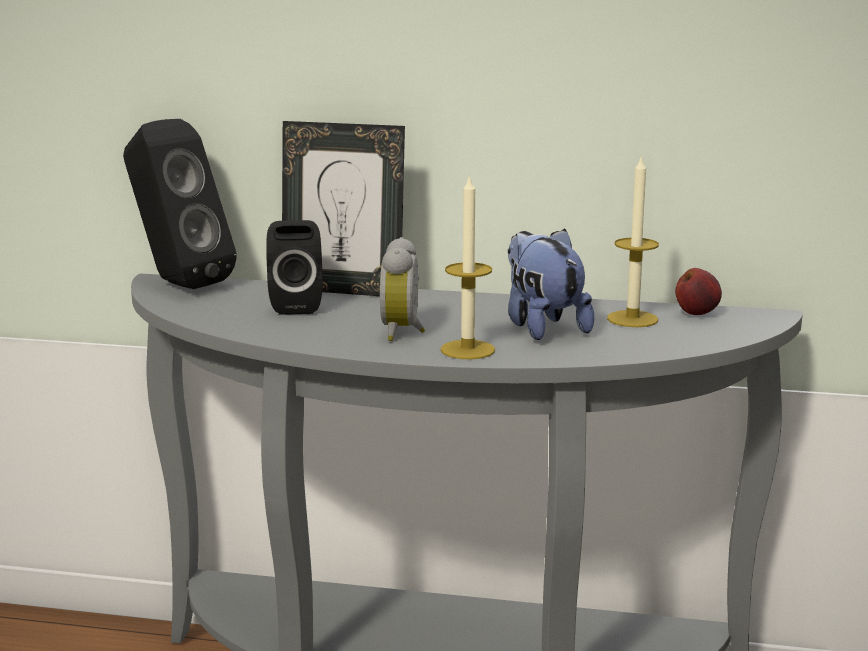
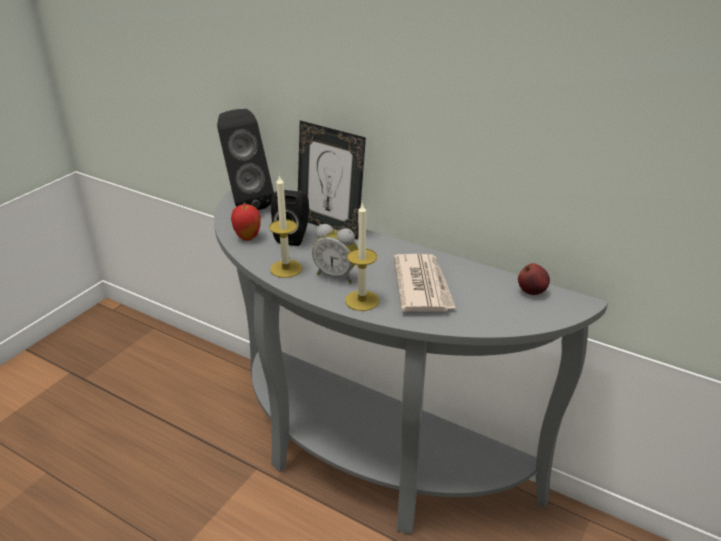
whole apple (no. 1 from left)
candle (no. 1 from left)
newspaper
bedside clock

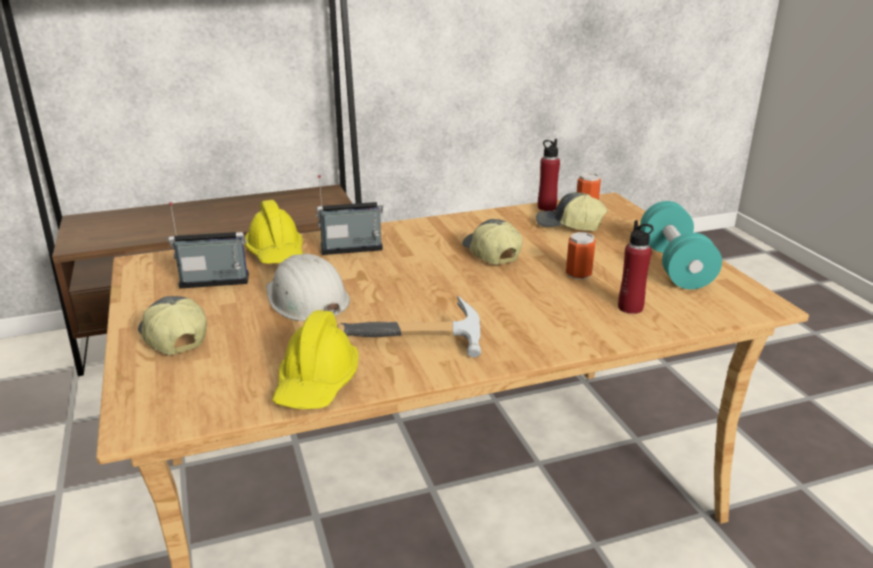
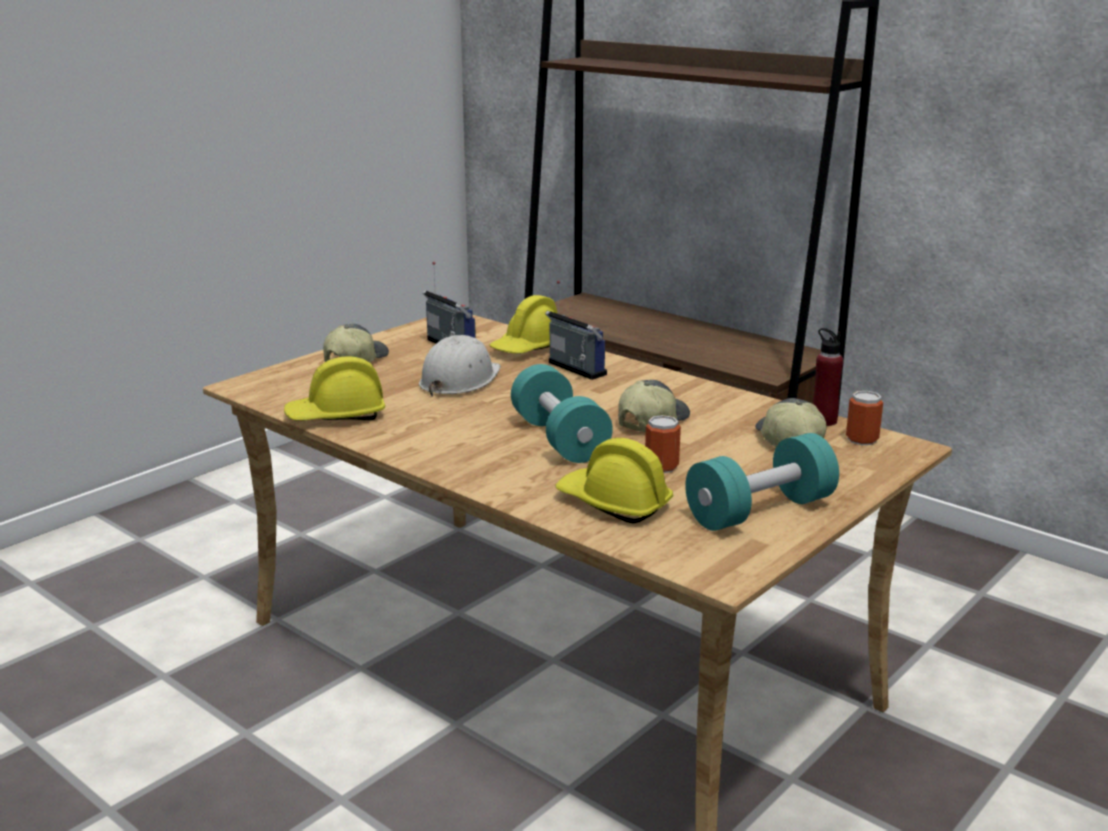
hand hammer
turquoise free weight (no. 1 from left)
yellowish work helmet (no. 3 from left)

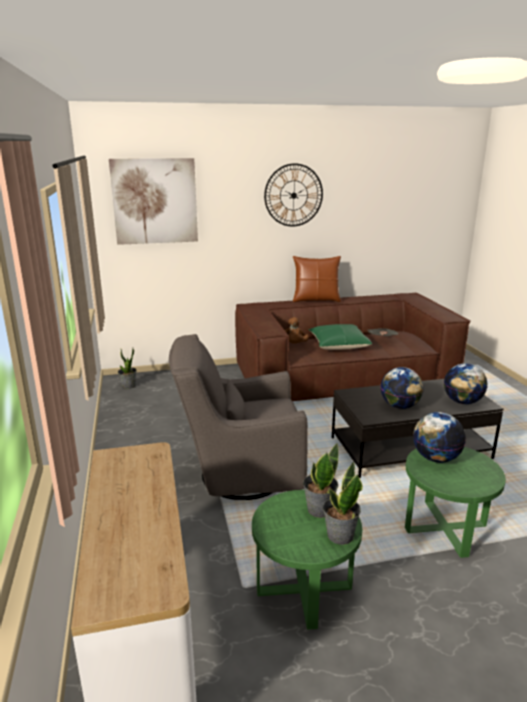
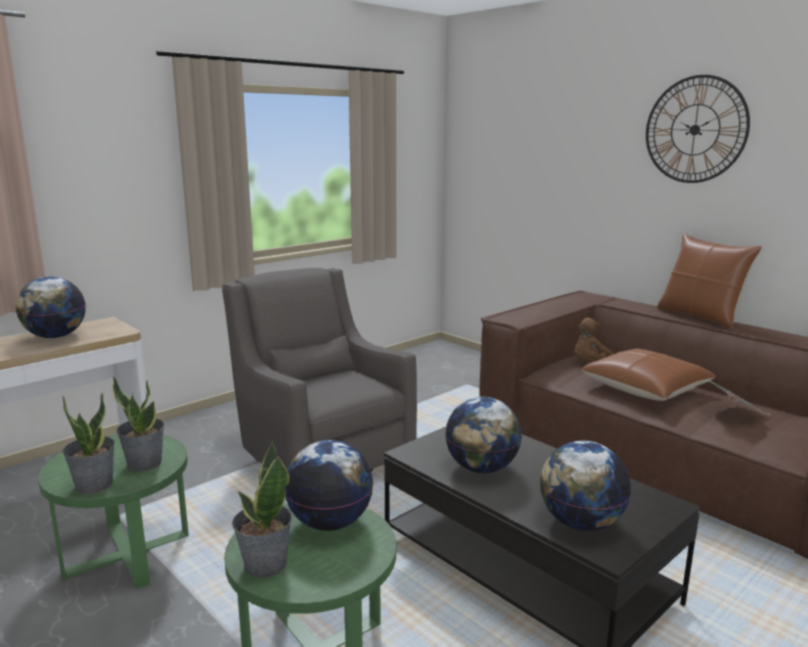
wall art
globe (no. 1 from left)
plant in a pot (no. 3 from left)
brown cushion (no. 1 from left)

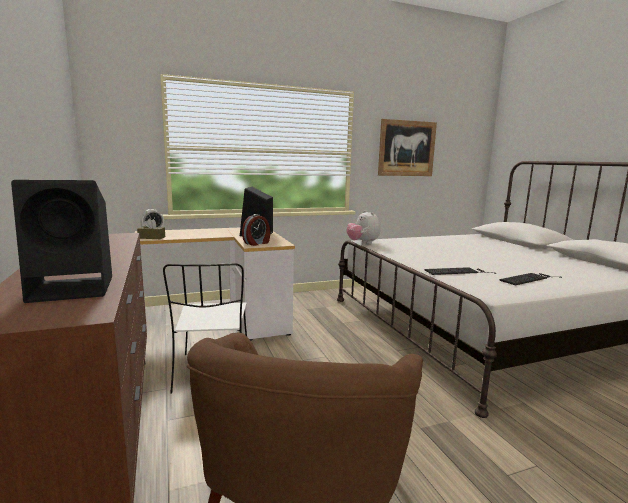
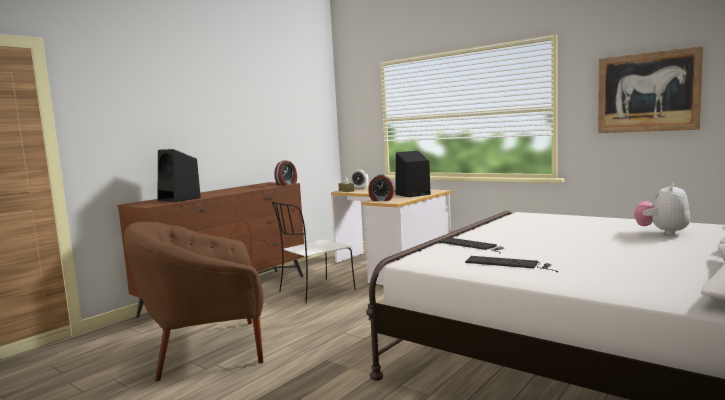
bedside clock (no. 1 from left)
cuddly toy

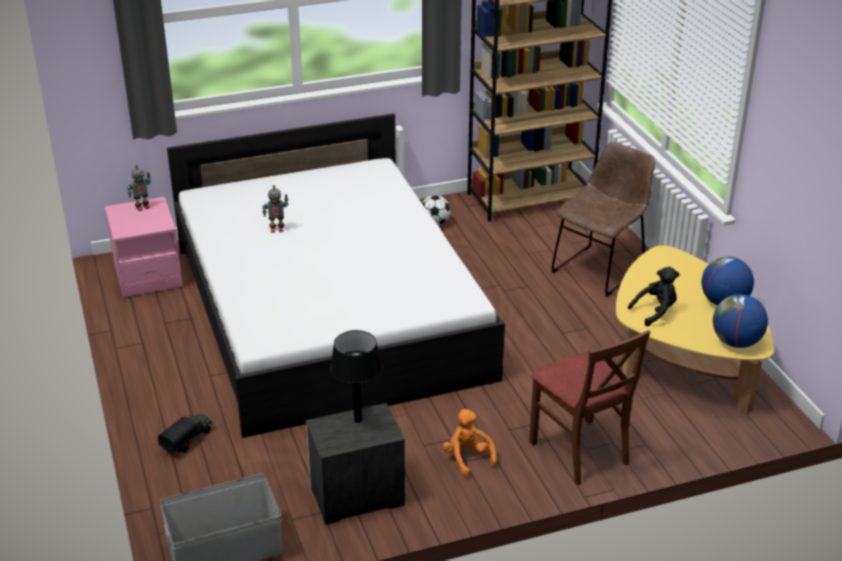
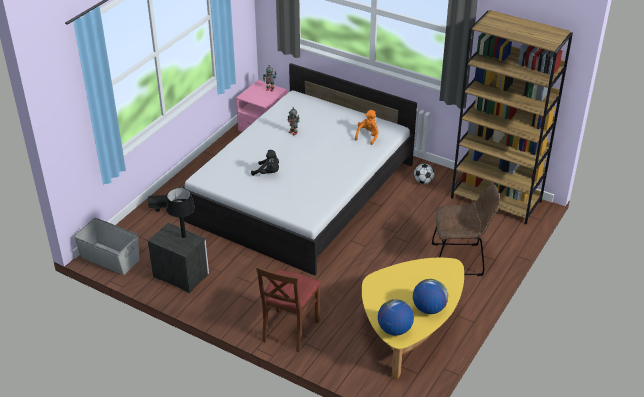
orangey cuddly toy
black-coloured cuddly toy

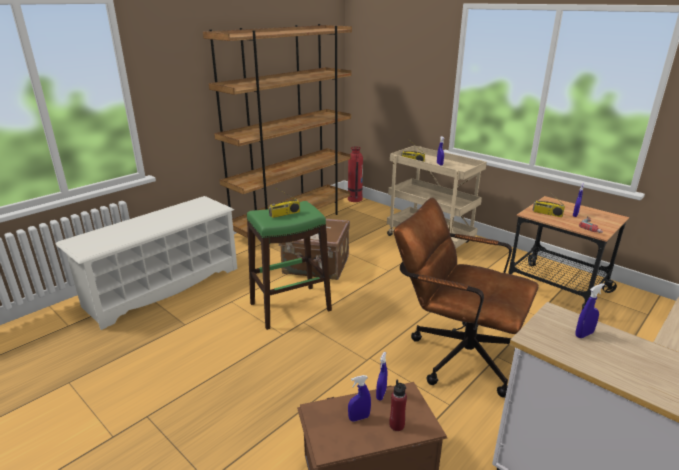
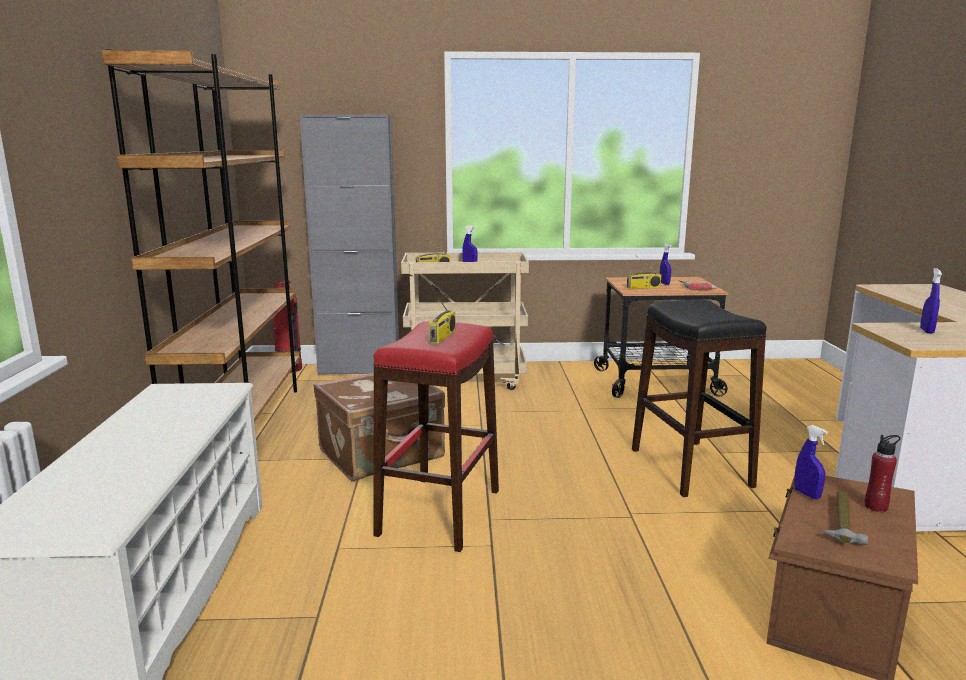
grey cupboard
hand hammer
black-coloured stool
reddish stool

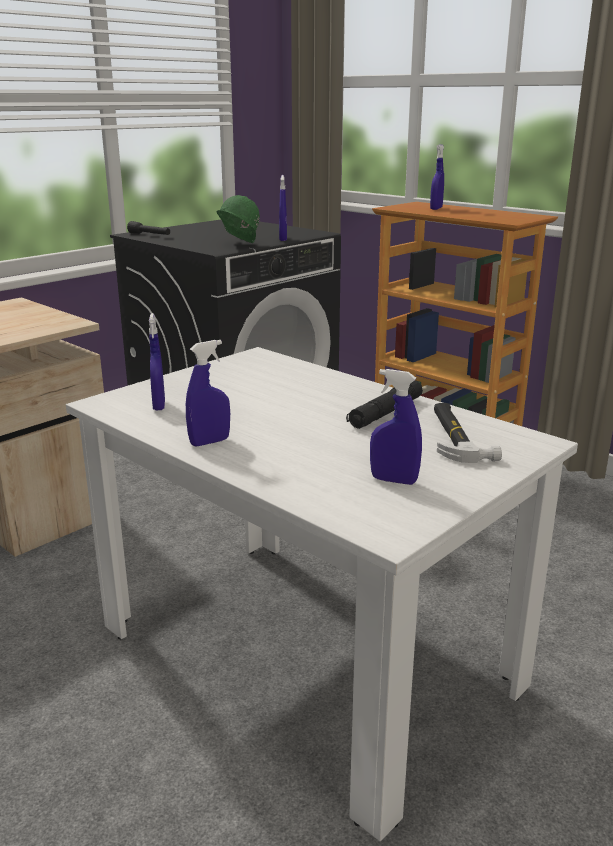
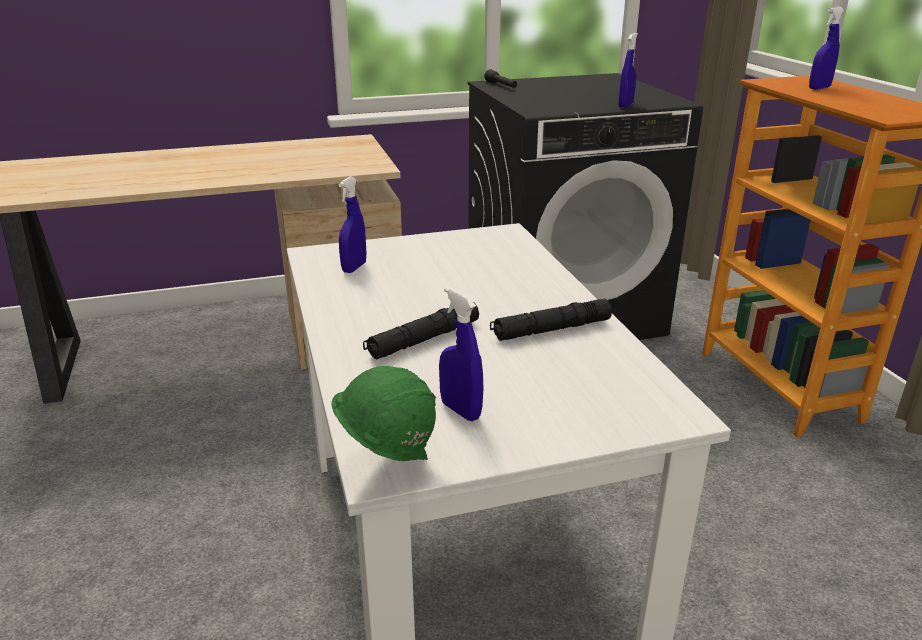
blue-coloured spray bottle (no. 2 from left in the first image)
hand hammer
black-coloured torch (no. 1 from left)
greenish work helmet

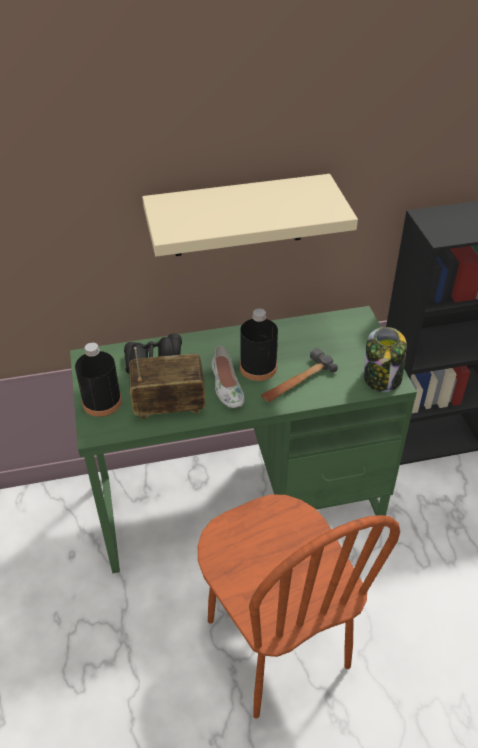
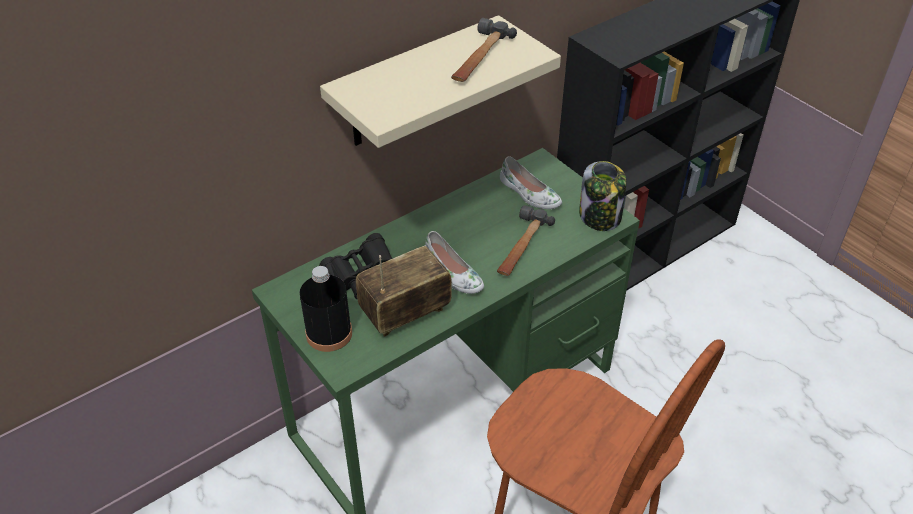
black-coloured drink bottle (no. 2 from left in the first image)
hand hammer (no. 1 from left)
white-coloured shoe (no. 2 from left)

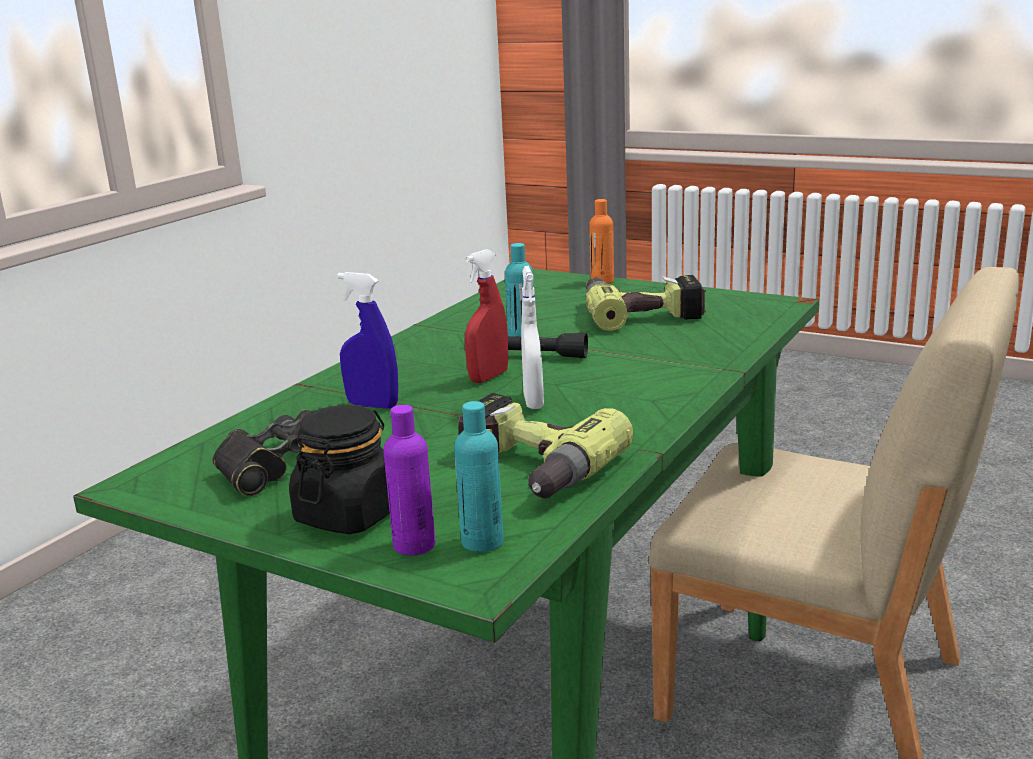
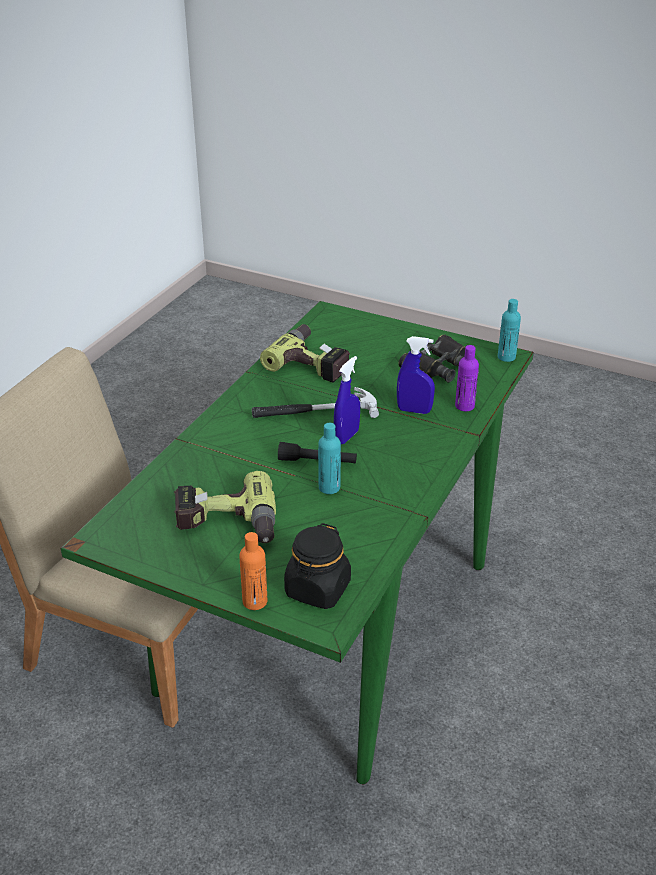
black-coloured storage jar
purple-coloured drink bottle
turquoise drink bottle (no. 2 from left)
hand hammer
blue-coloured spray bottle (no. 1 from left)

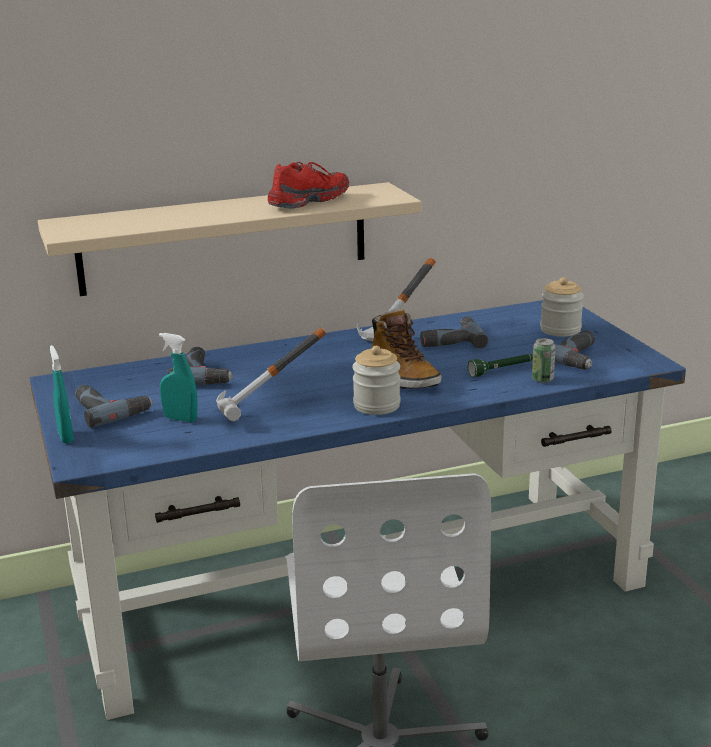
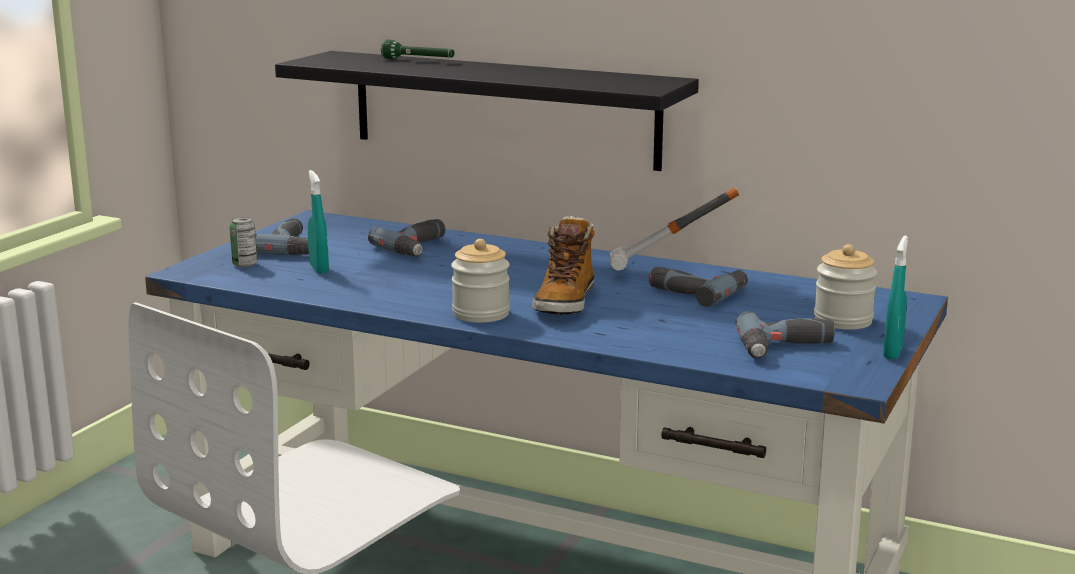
hand hammer (no. 1 from left in the first image)
reddish shoe
turquoise spray bottle (no. 2 from left)
greenish torch
metal can
black-coloured wall shelf

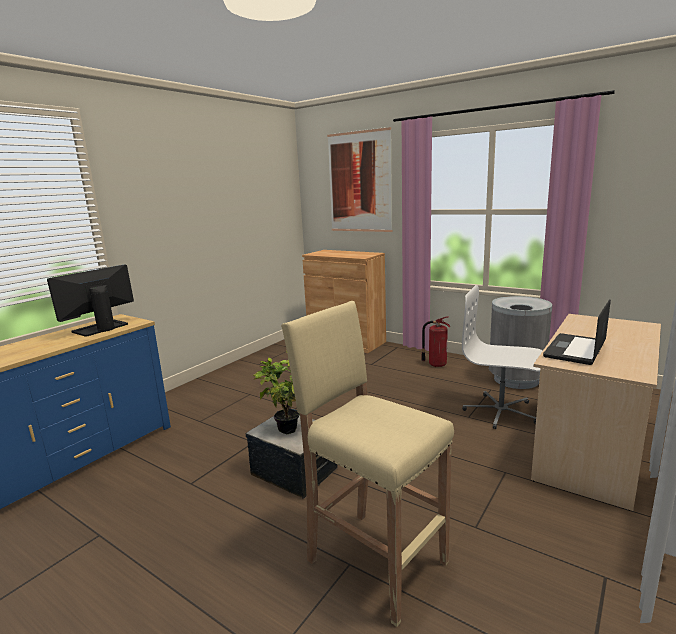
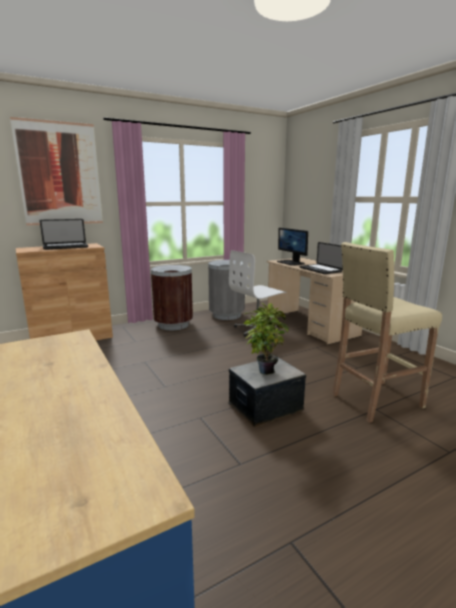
notebook computer (no. 1 from left)
computer screen
brown waste bin

